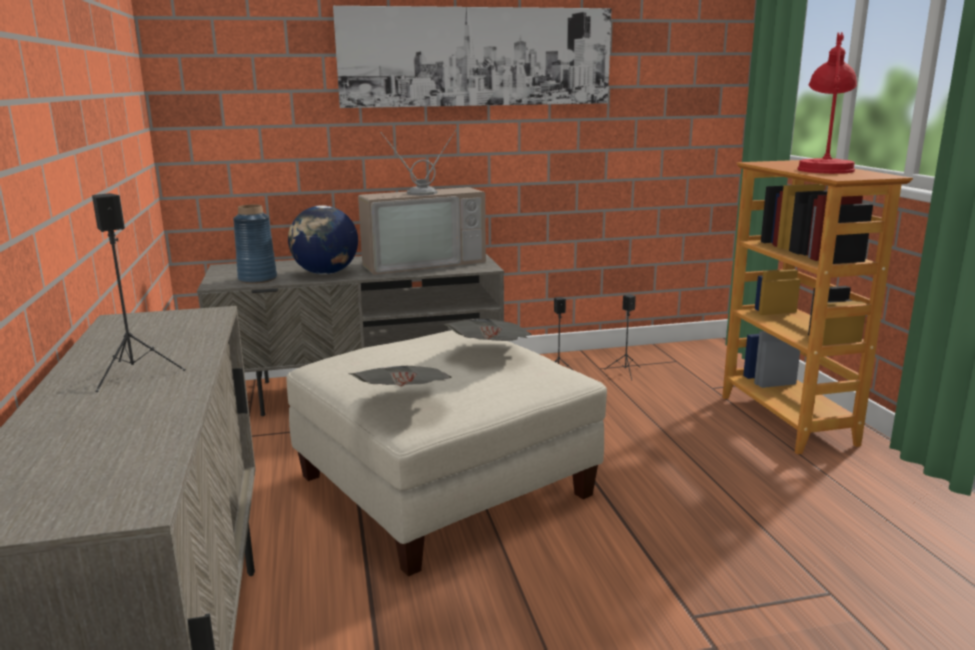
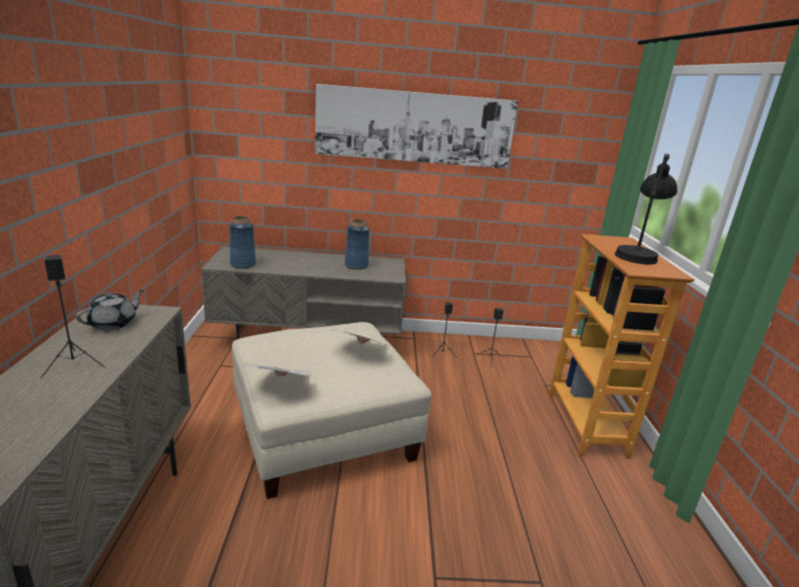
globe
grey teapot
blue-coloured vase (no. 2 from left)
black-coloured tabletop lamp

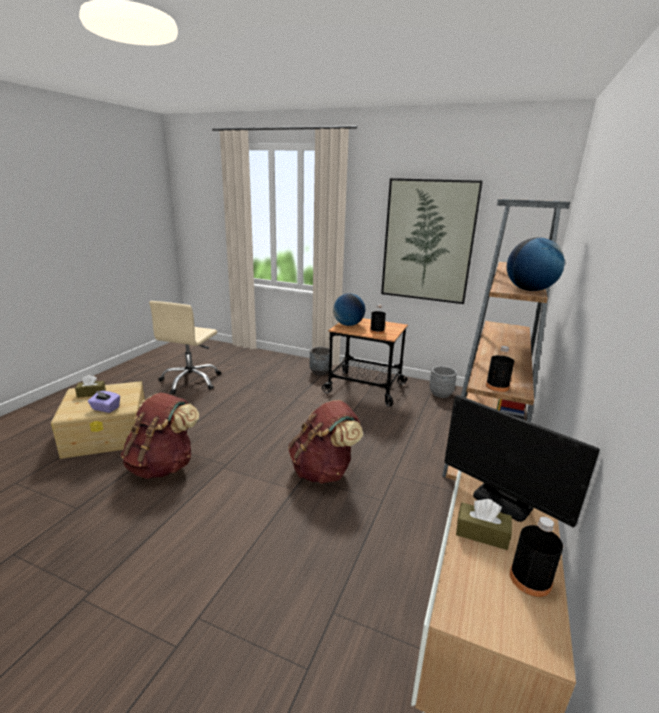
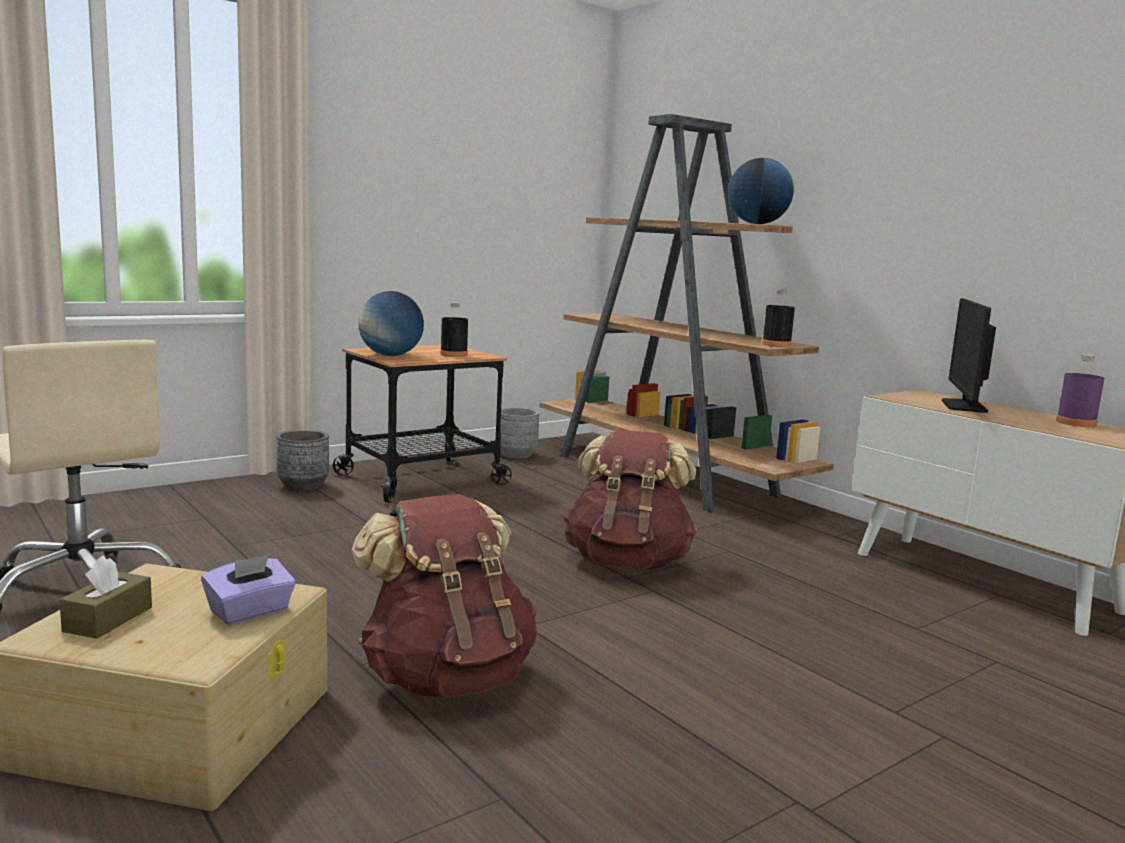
wall art
brown tissue holder (no. 2 from left in the first image)
purple-coloured drink bottle
computer screen

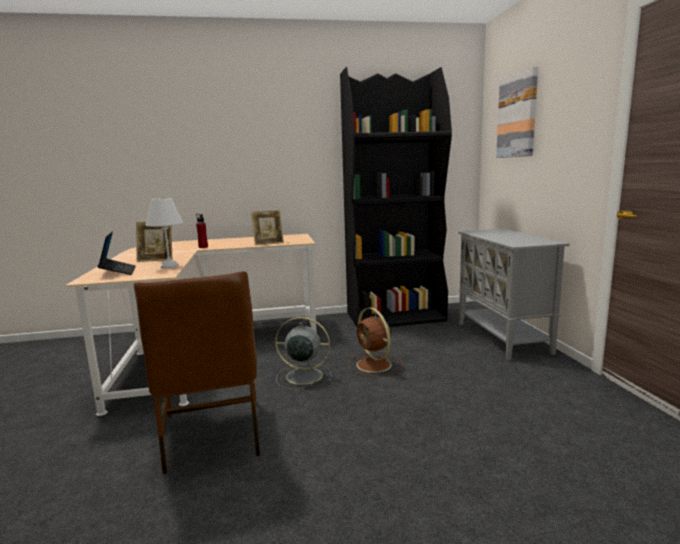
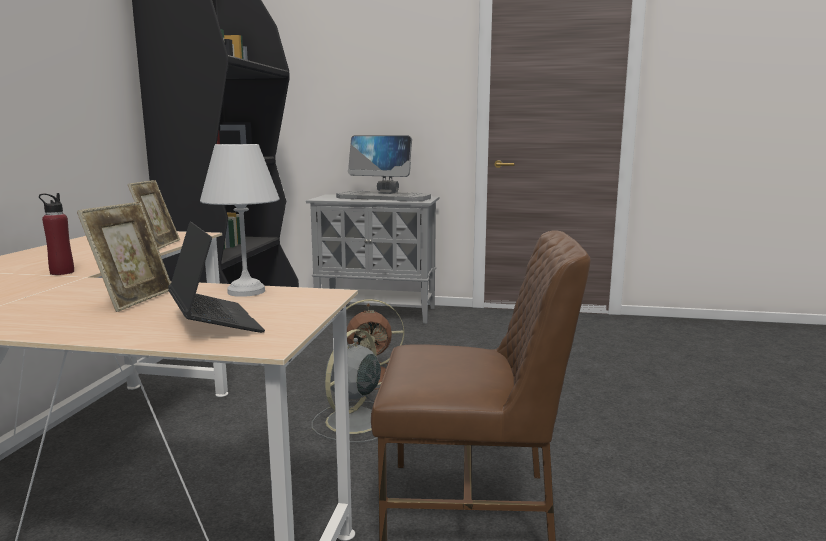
wall art
computer screen
notebook computer

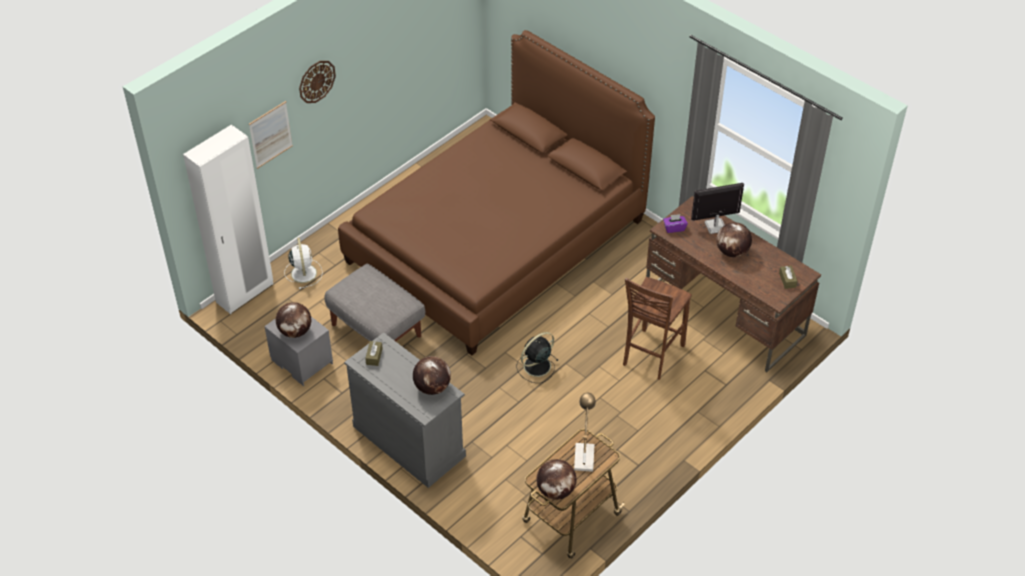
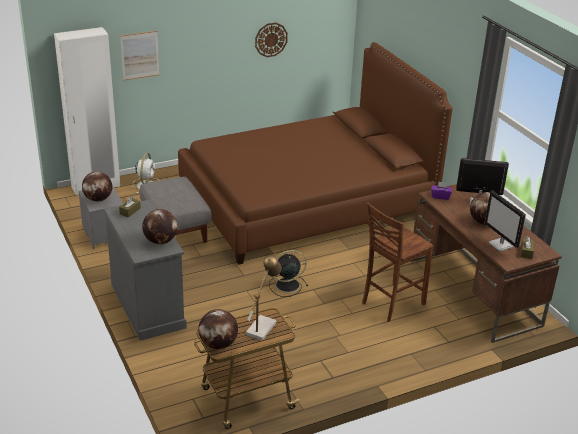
computer screen (no. 2 from left)
hanging clock

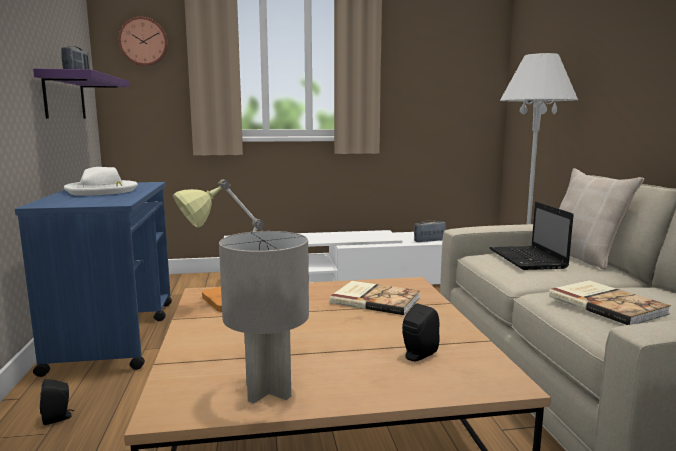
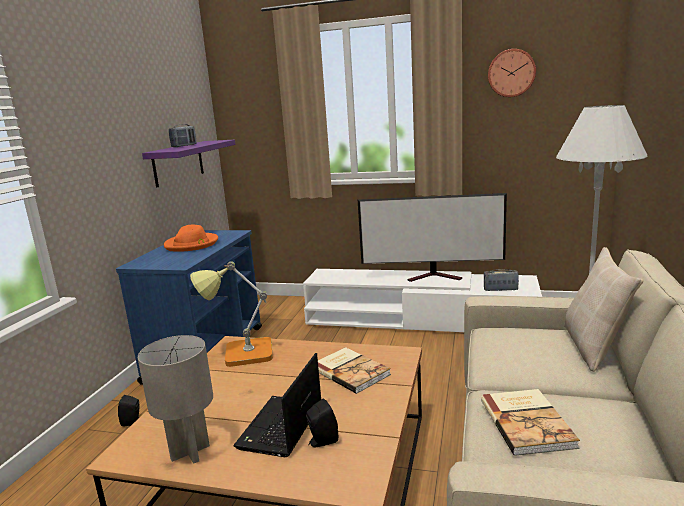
TV
hanging clock
notebook computer
orangey hat

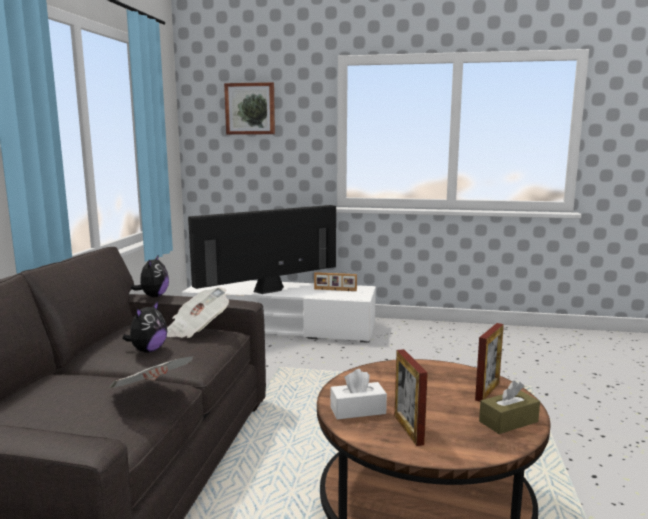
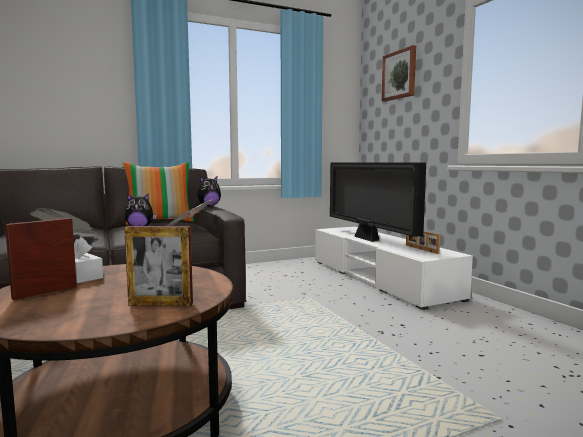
brown tissue holder
cushion
TV

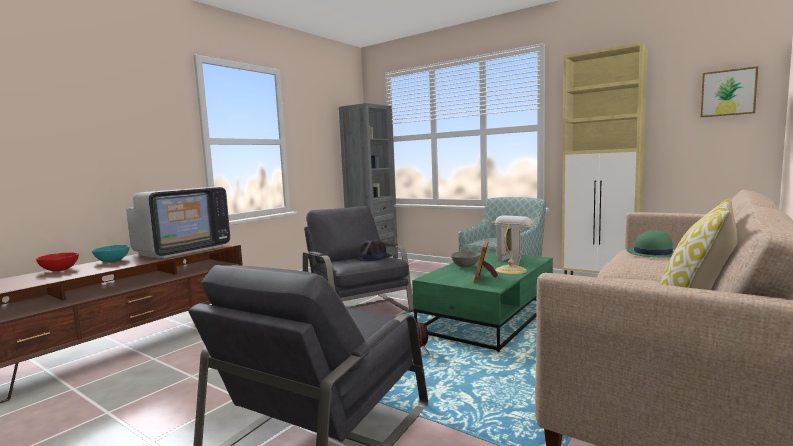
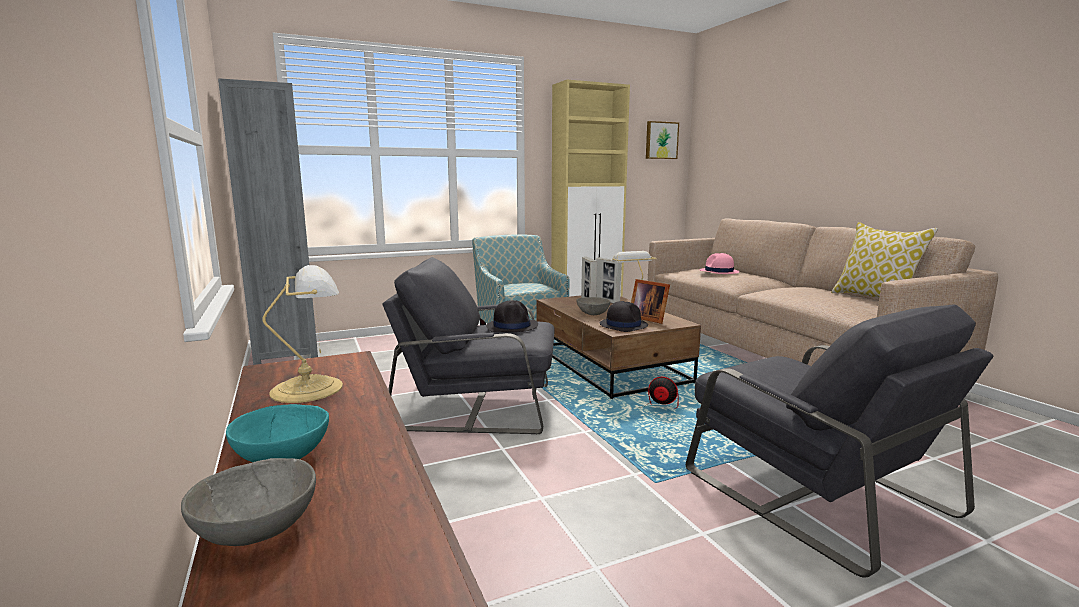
black-coloured hat (no. 2 from left)
tabletop lamp (no. 1 from left)
grey deep dish (no. 1 from left)
brown lounge table
pink-coloured hat

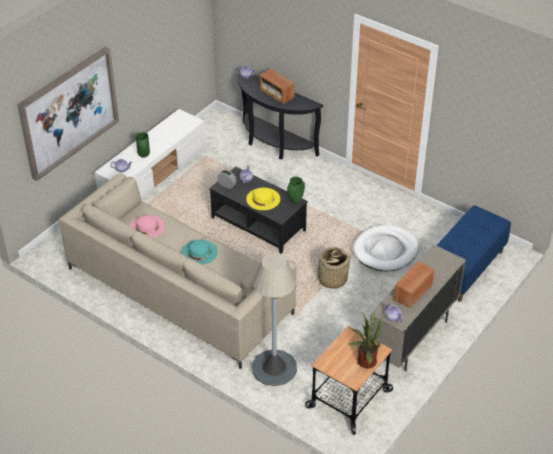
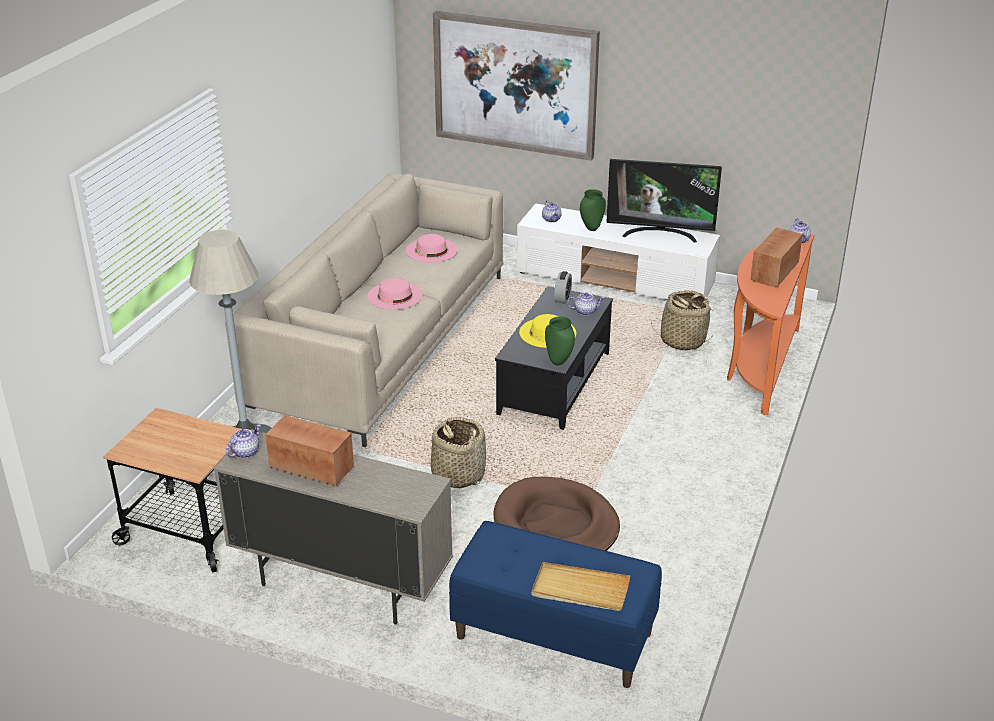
plant in a pot
sand-coloured carrying tray
TV
storage basket (no. 2 from left)
pink-coloured hat (no. 1 from left)
orangey narrow table
brown dog cushion

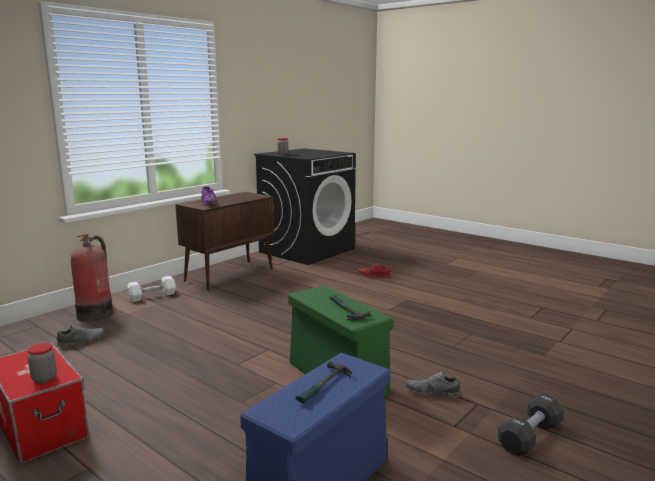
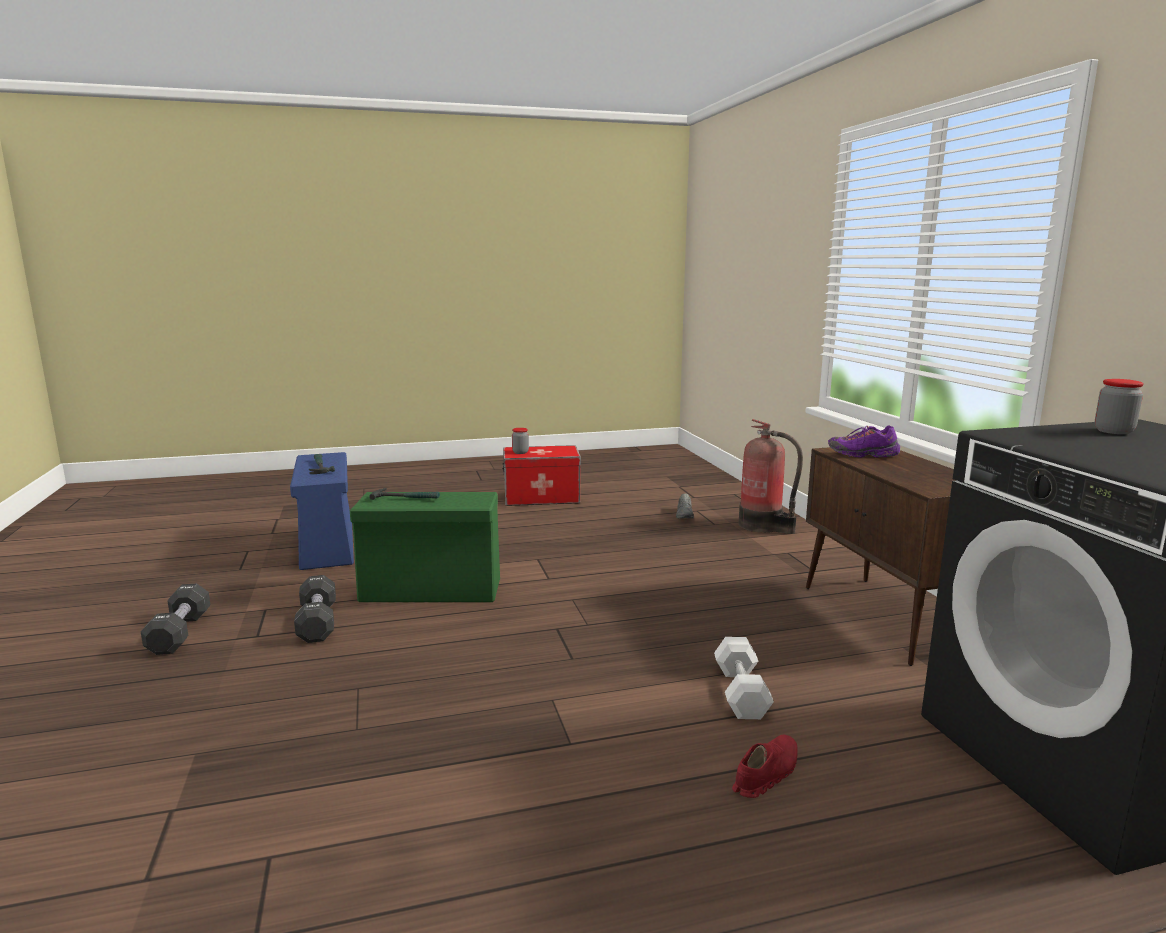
white-coloured free weight
black-coloured free weight (no. 2 from left)

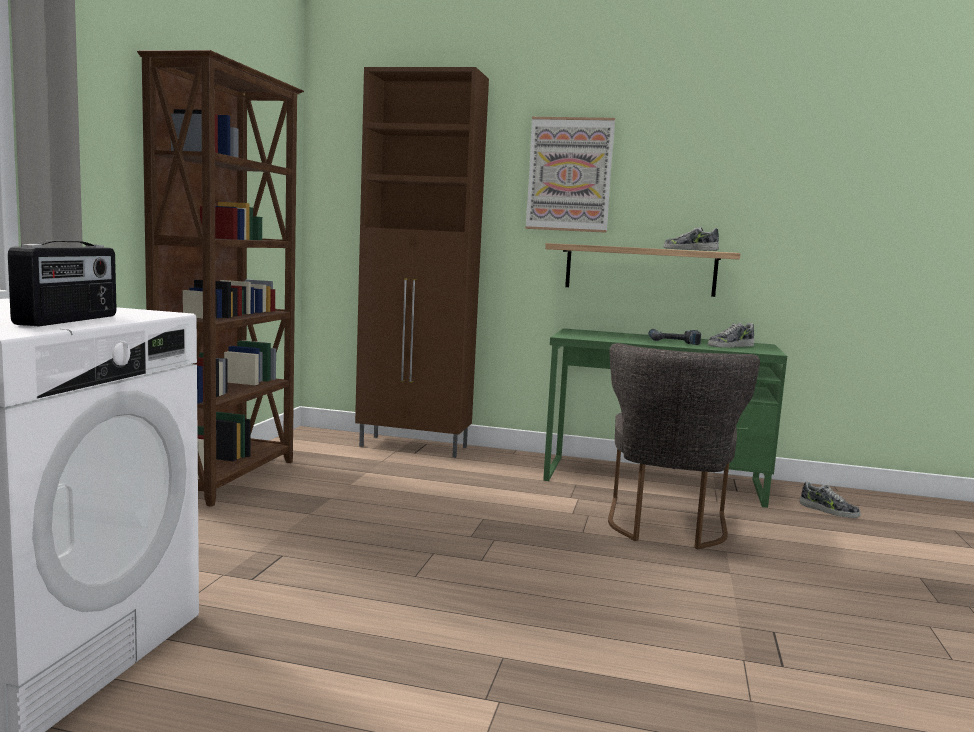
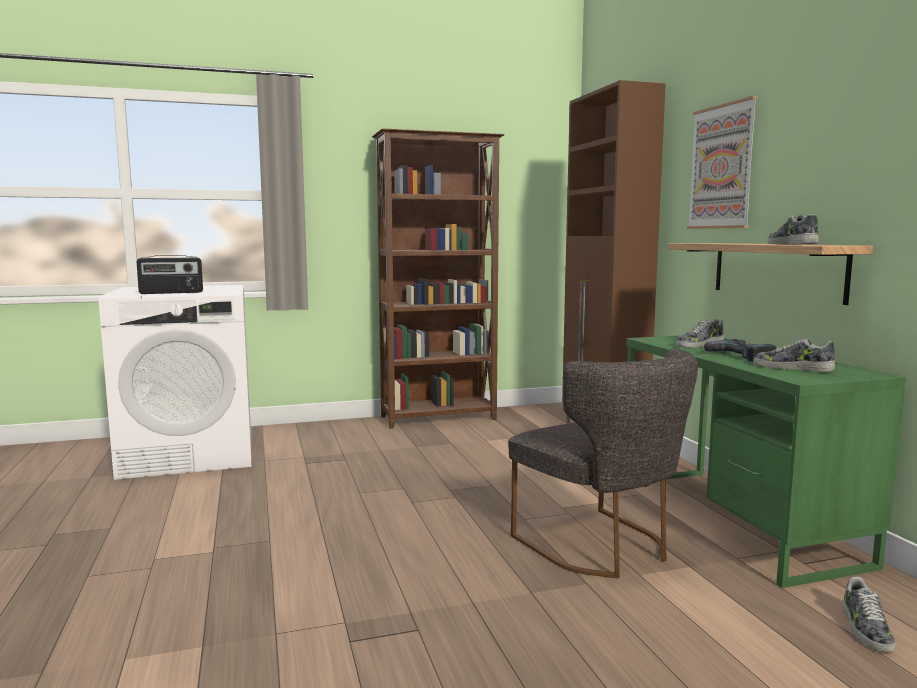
shoe (no. 1 from left)
grey upright chair

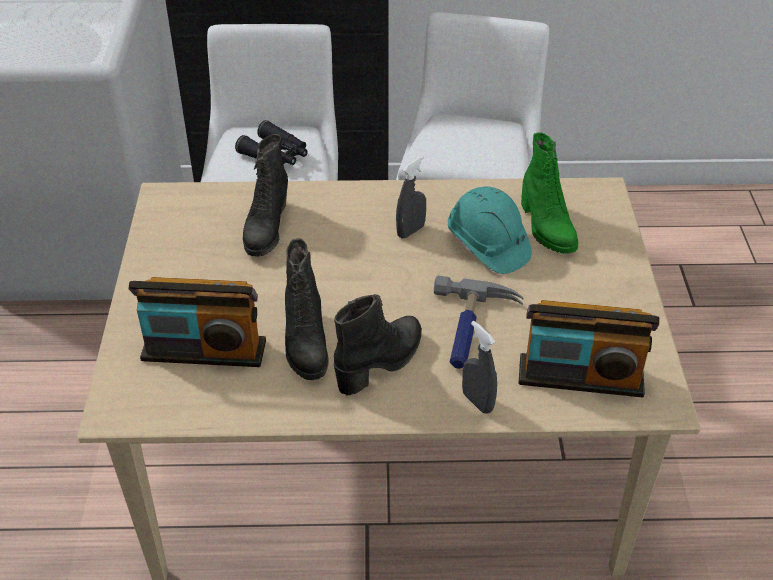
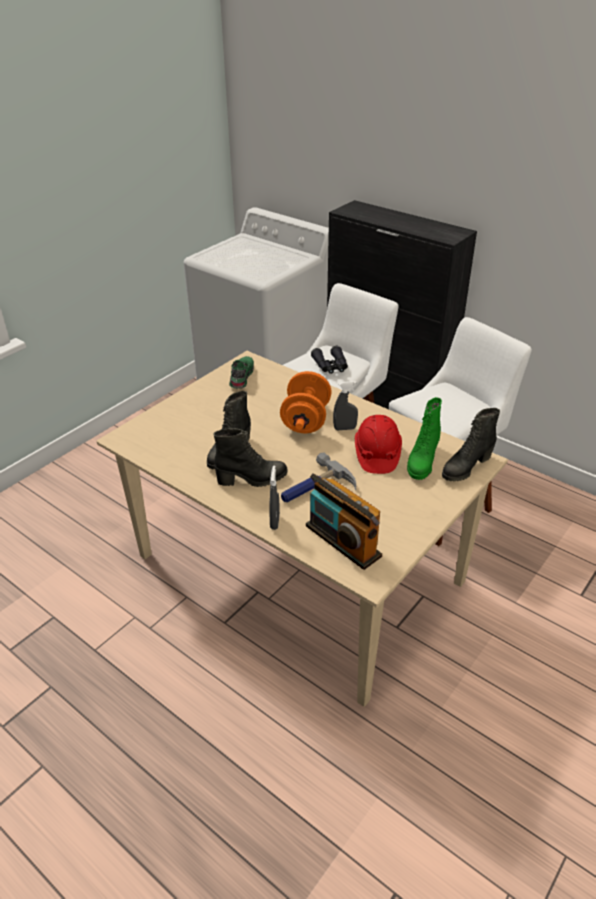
radio receiver (no. 1 from left in the first image)
greenish shoe
orangey free weight
black-coloured tall boot (no. 3 from left)
reddish work helmet

